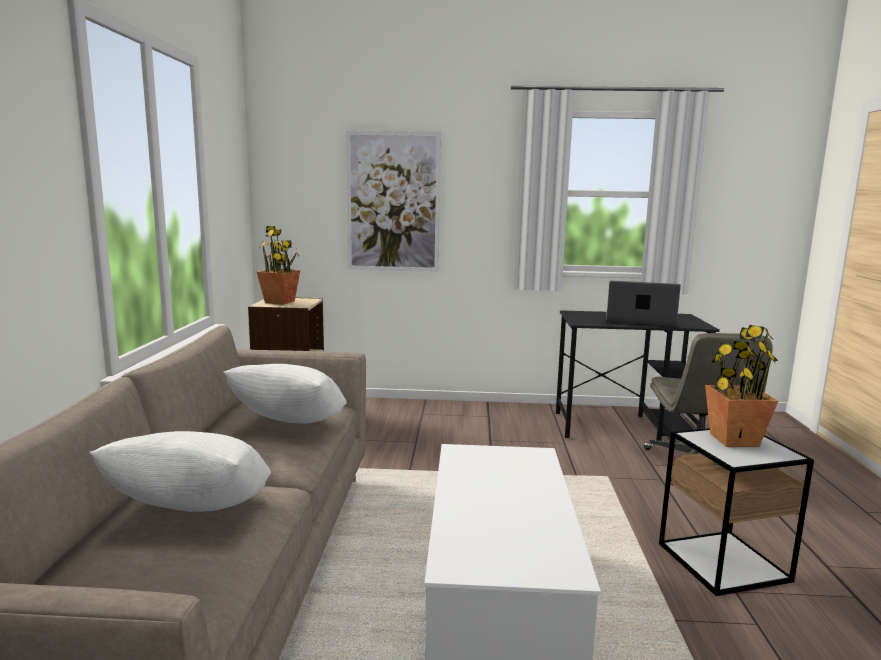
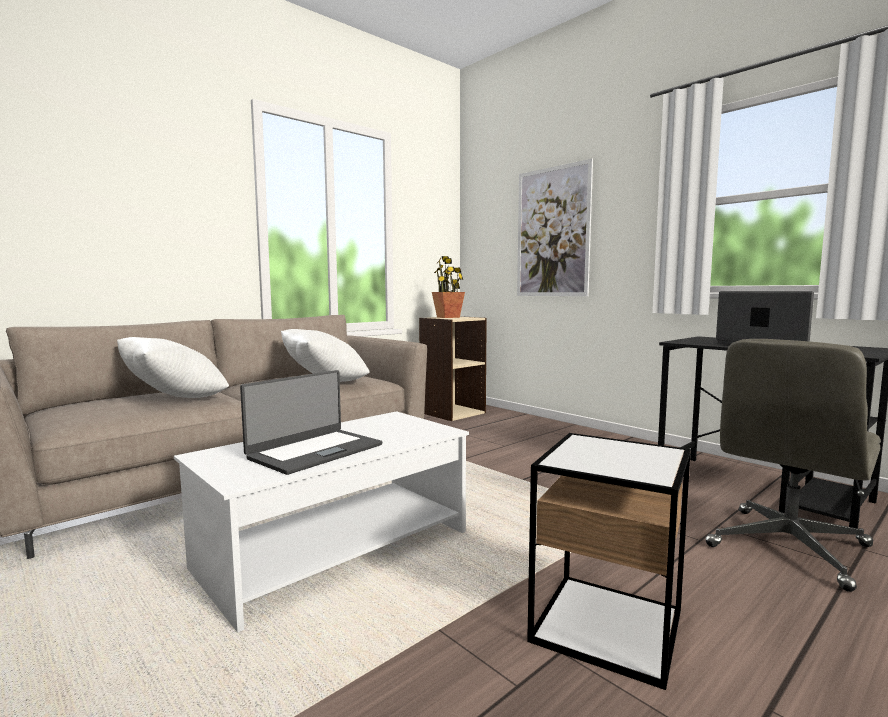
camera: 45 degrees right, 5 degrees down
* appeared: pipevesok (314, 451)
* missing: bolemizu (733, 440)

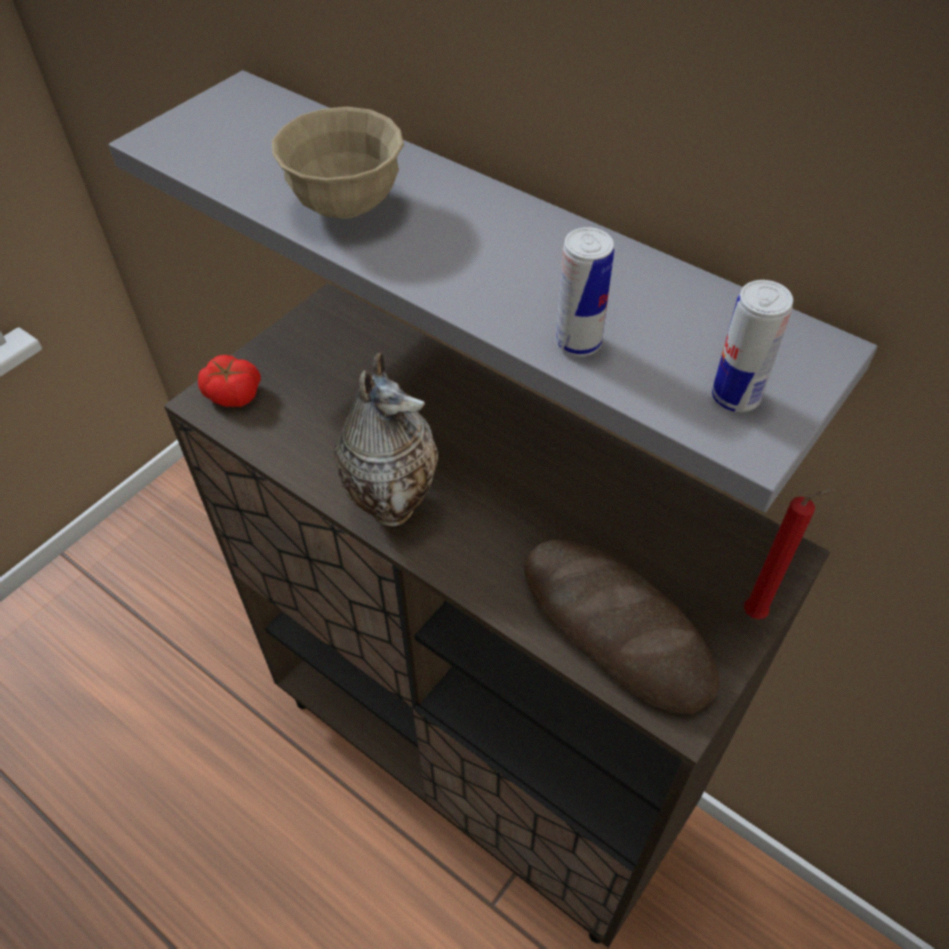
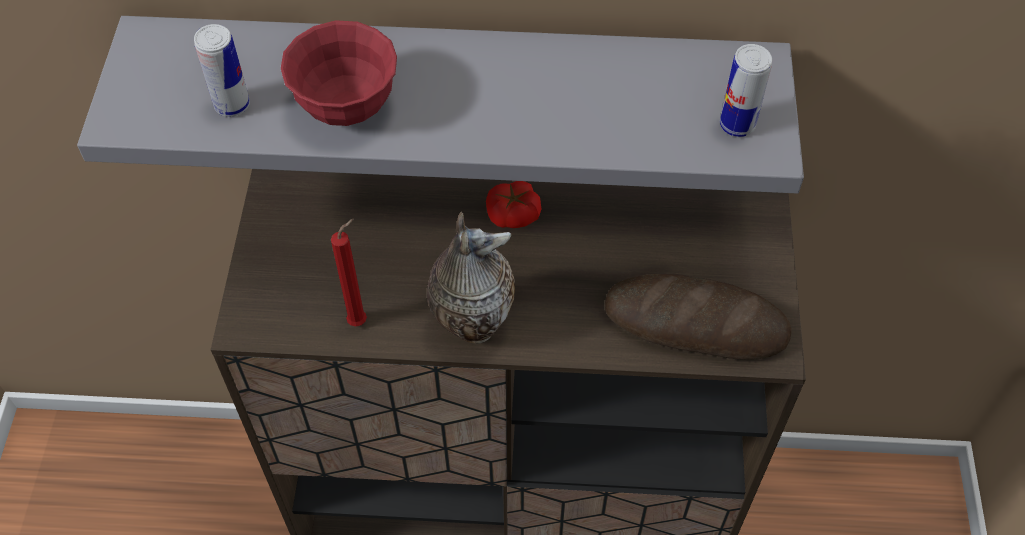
camera: 35 degrees left, 5 degrees up
* relocated: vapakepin (578, 343) to (232, 105)
* colour: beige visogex (346, 206) to red visogex (346, 106)
* relocated: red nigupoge (758, 614) to (360, 320)
* relocated: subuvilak (232, 393) to (513, 214)

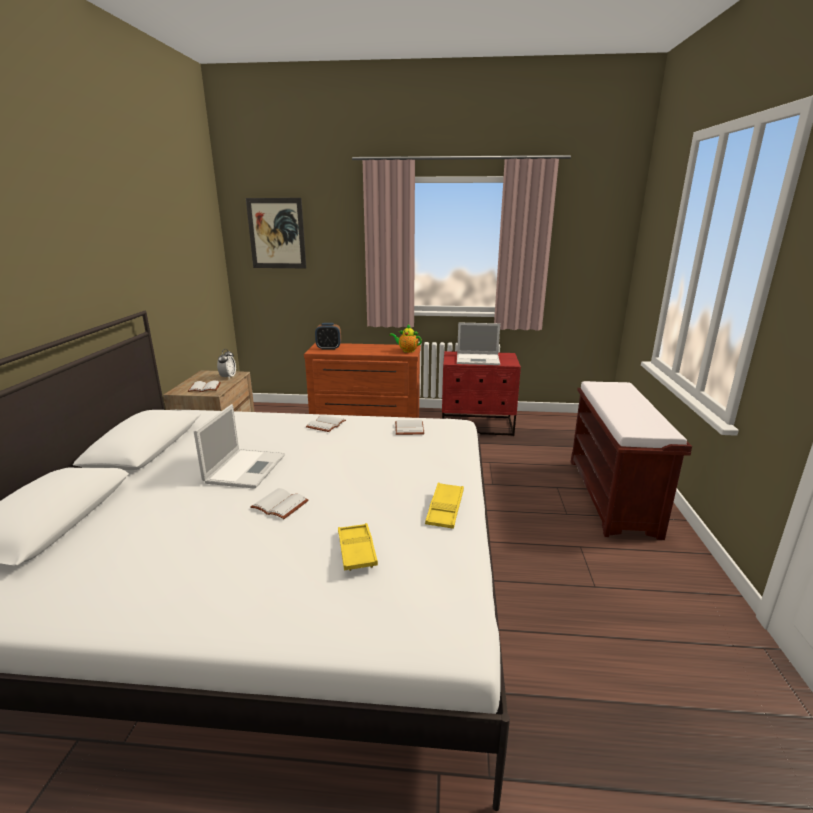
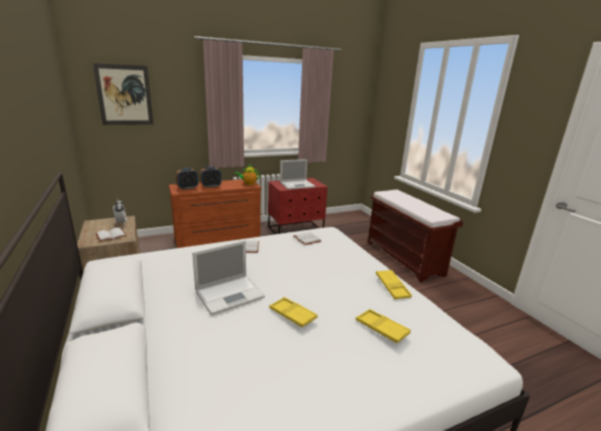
camera: 30 degrees left, 0 degrees up
* spun: pipevesok (246, 468) = (230, 294) 75 degrees clockwise
* appeared: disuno (211, 186)
* exchanged: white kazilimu (278, 505) to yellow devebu (292, 315)

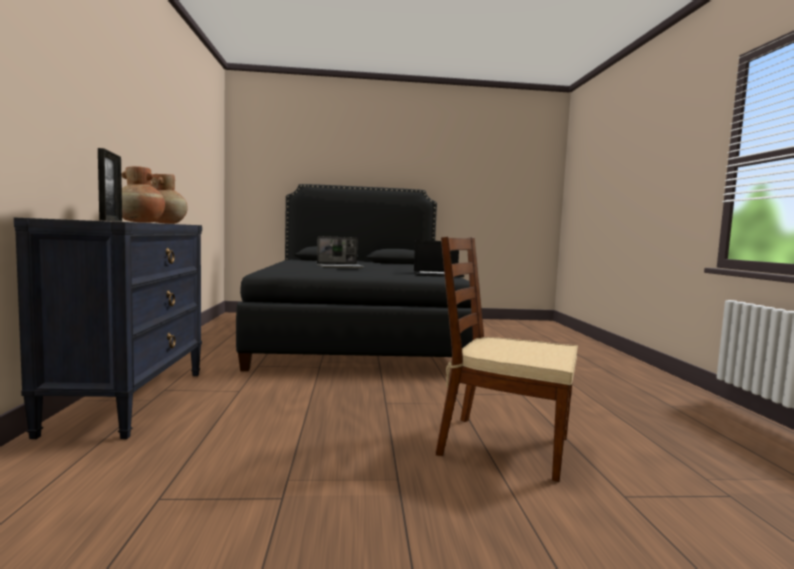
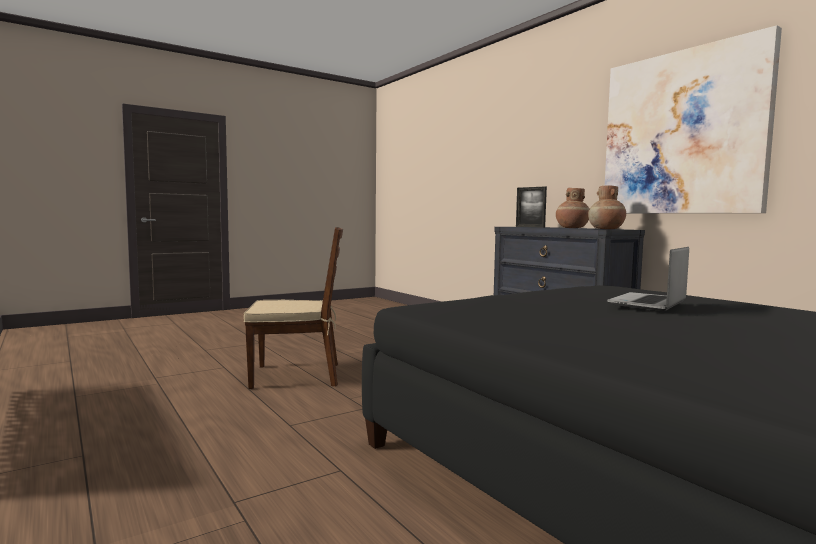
camera: 150 degrees right, 0 degrees up
* appeared: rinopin (682, 133)
* missing: pipevesok (438, 274)

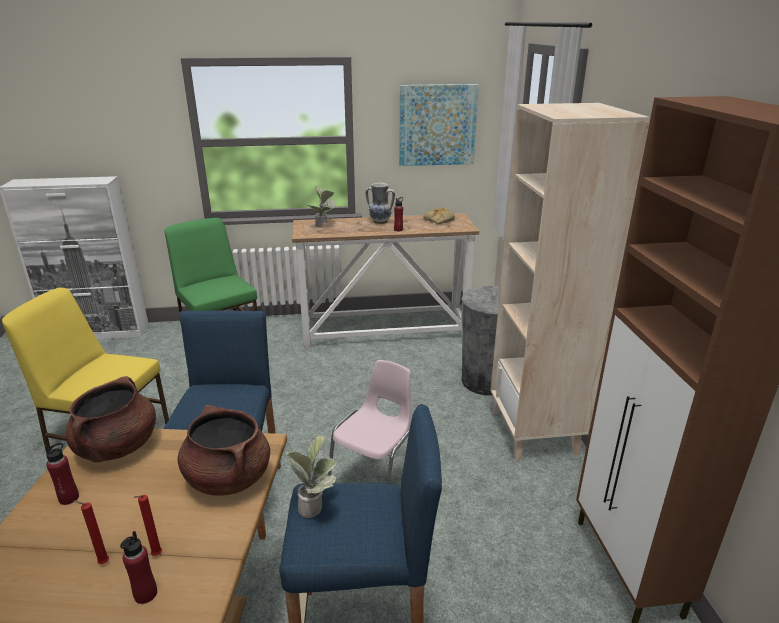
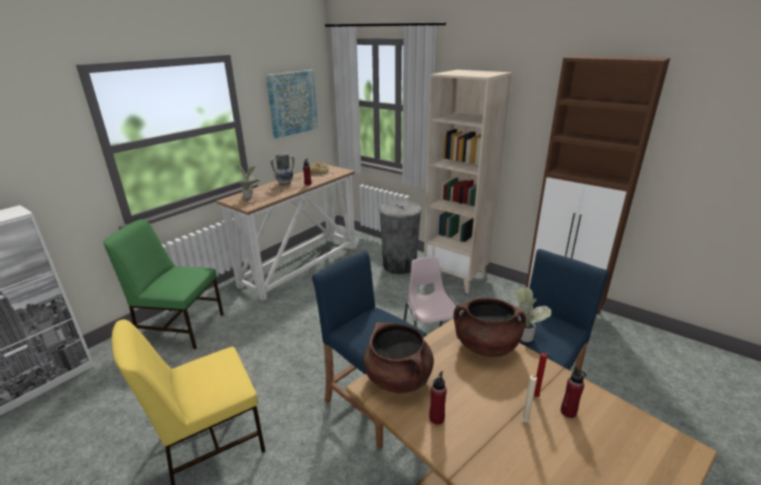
camera: 45 degrees left, 0 degrees up
* colour: red nigupoge (102, 563) to beige nigupoge (524, 422)

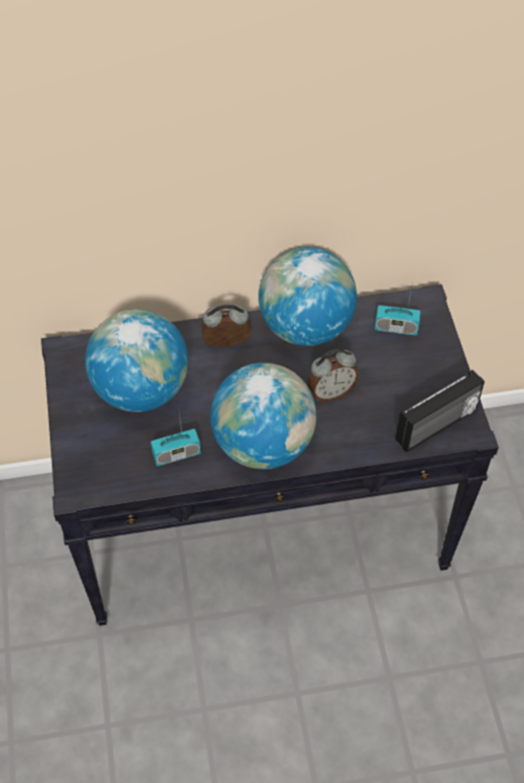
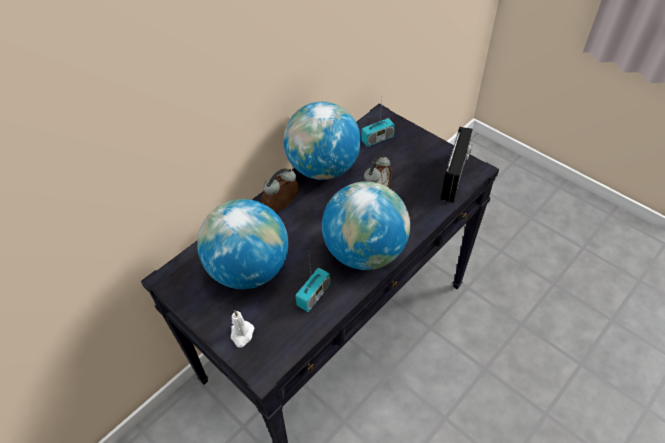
camera: 35 degrees left, 5 degrees down
* appeared: white nigupoge (242, 334)

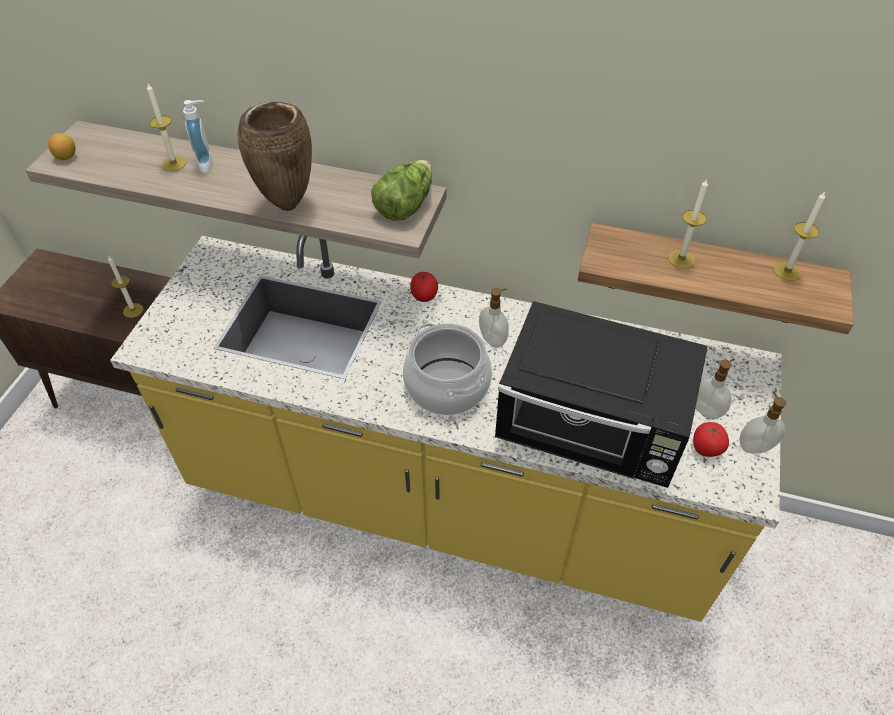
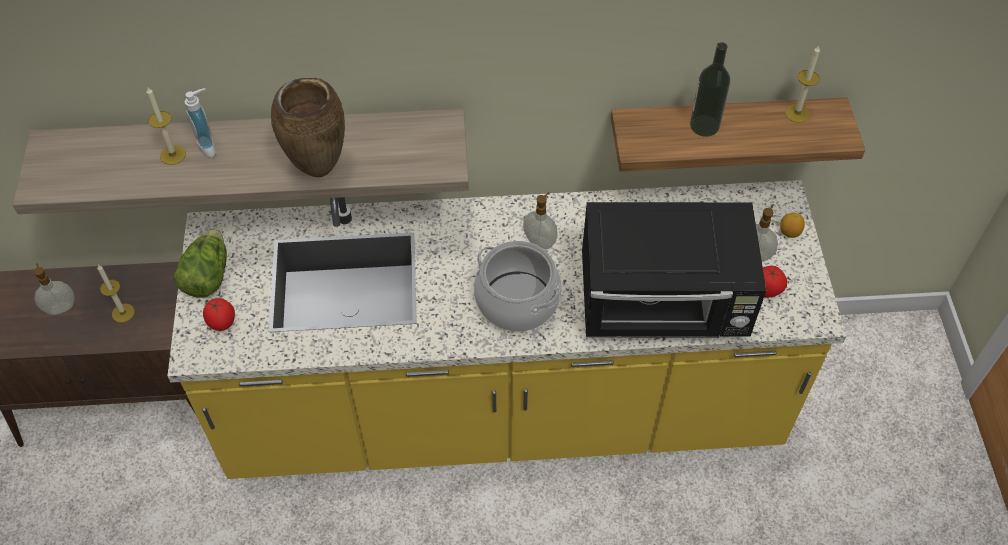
camera: 20 degrees left, 5 degrees up
* relocated: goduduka (754, 446) to (61, 307)
* relocated: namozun (405, 205) to (207, 275)
* relocated: subuvilak (424, 297) to (222, 323)
* exchanged: nigupoge (681, 259) to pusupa (704, 125)
* relocated: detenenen (66, 157) to (789, 232)

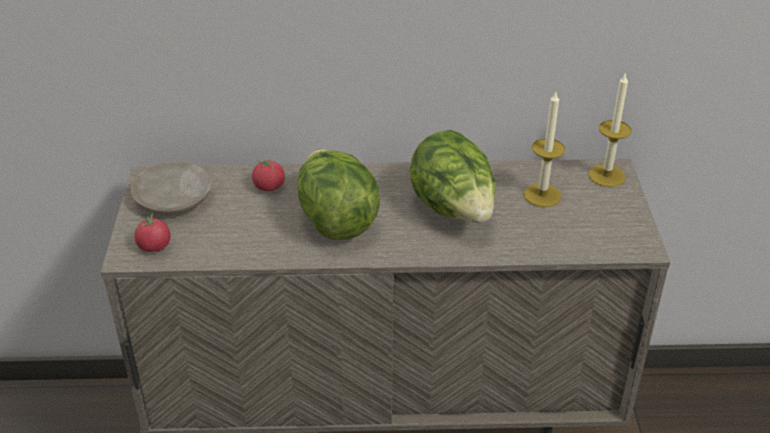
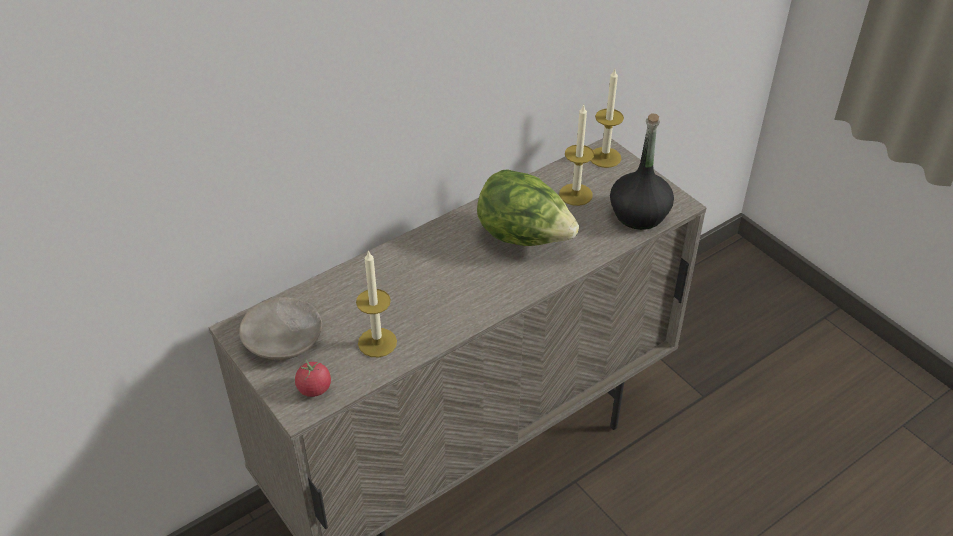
camera: 35 degrees left, 5 degrees up
* appeared: nigupoge (377, 342)
* appeared: black pusupa (639, 215)
* missing: subuvilak (269, 187)
* missing: namozun (336, 220)

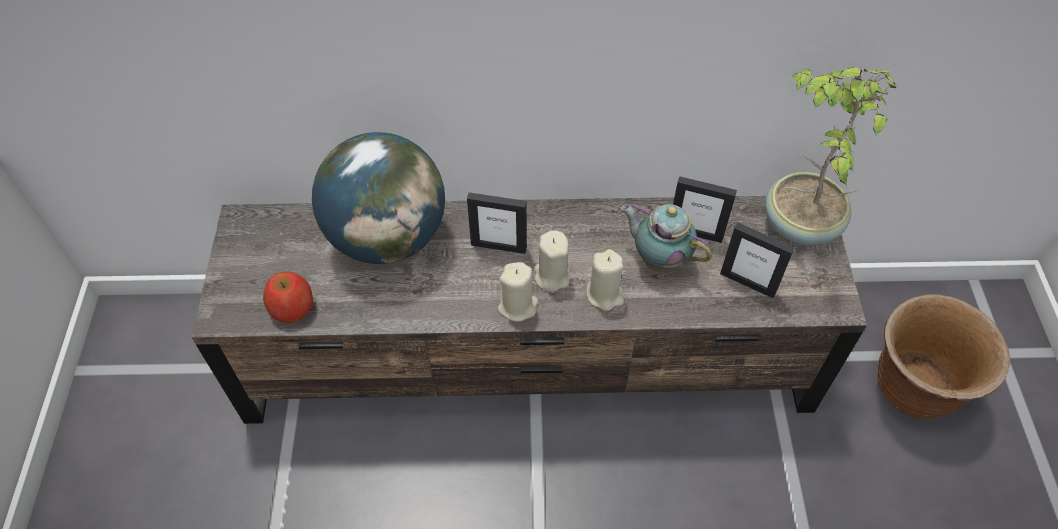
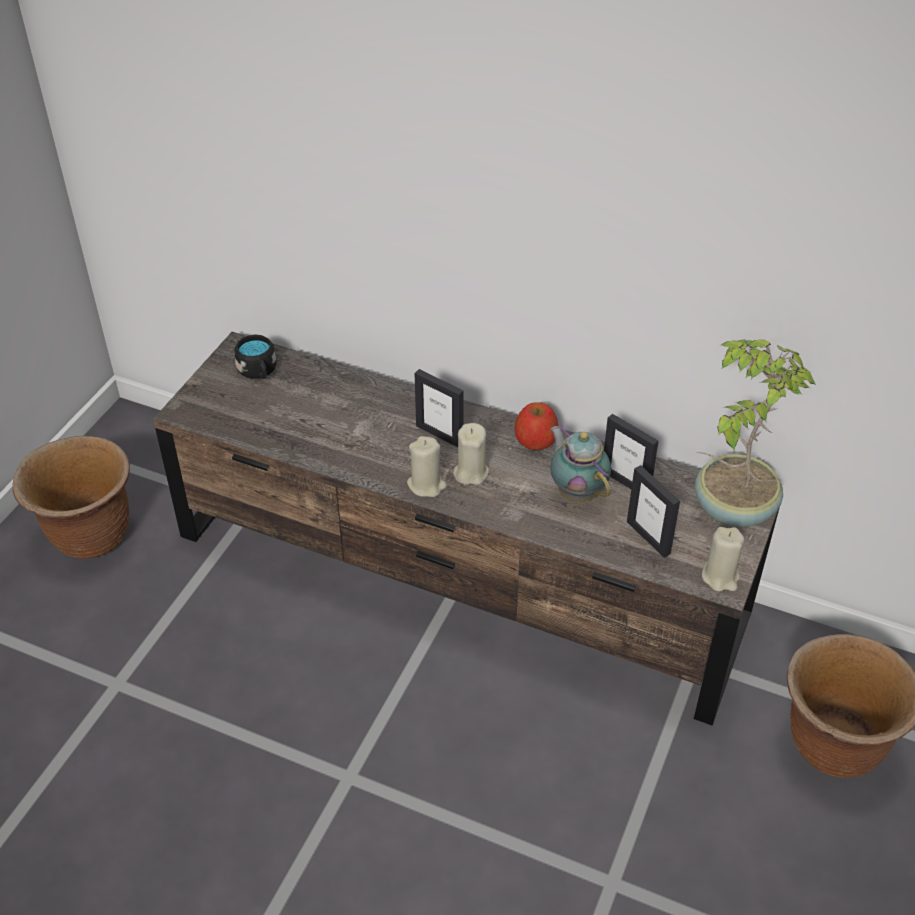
camera: 25 degrees right, 10 degrees down
* appeared: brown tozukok (90, 536)
* appeared: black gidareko (258, 372)
* relocated: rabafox (292, 307) to (536, 439)
* relocated: beige nigupoge (604, 294) to (720, 577)
* missing: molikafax (386, 237)

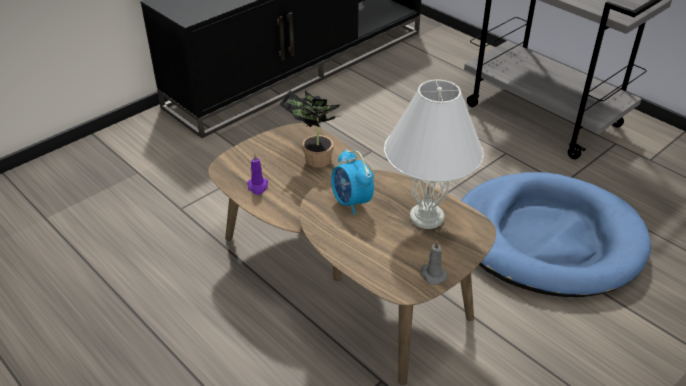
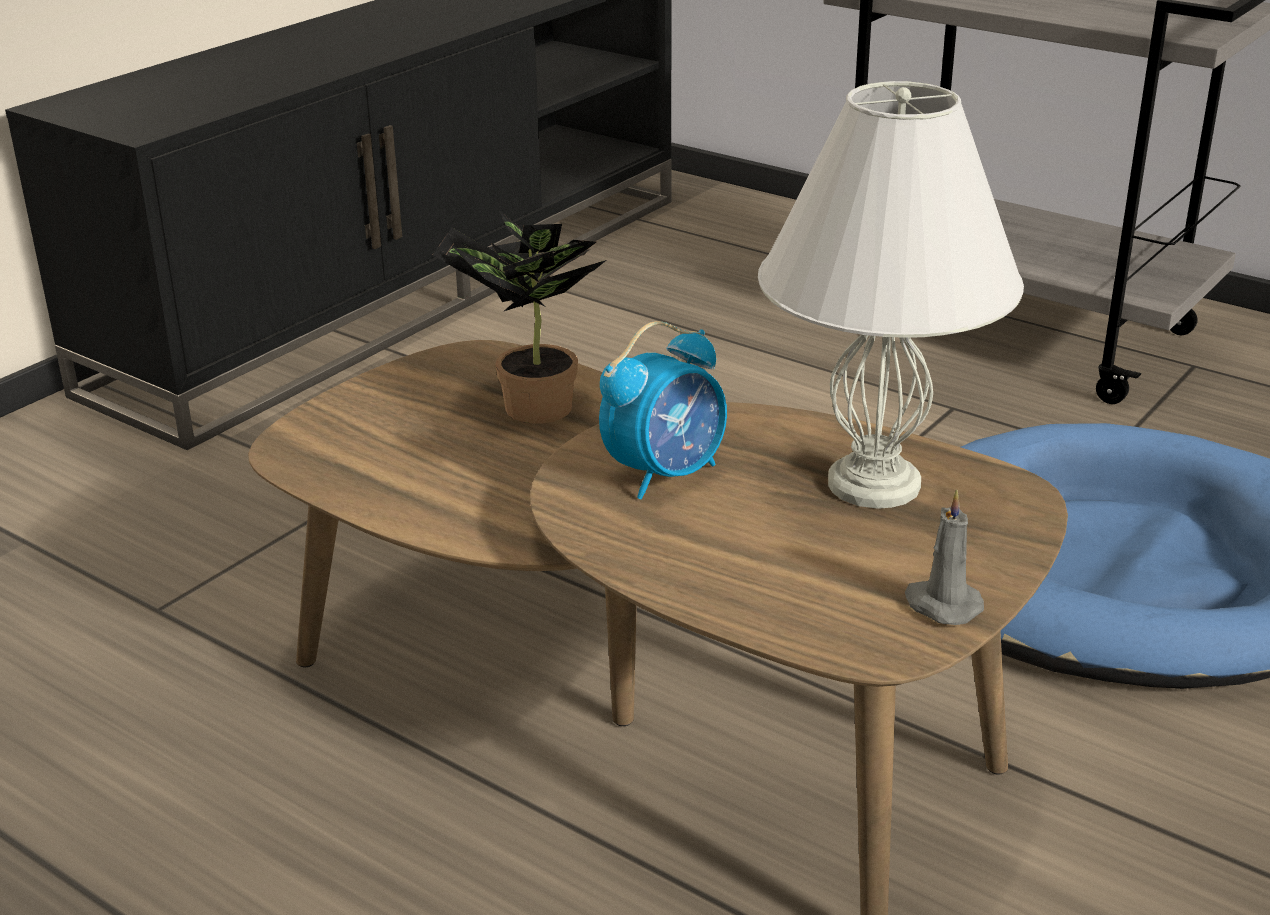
camera: 10 degrees left, 10 degrees down
* spun: disuno (351, 202) = (666, 473) 90 degrees counterclockwise
* missing: purple nigupoge (258, 186)

